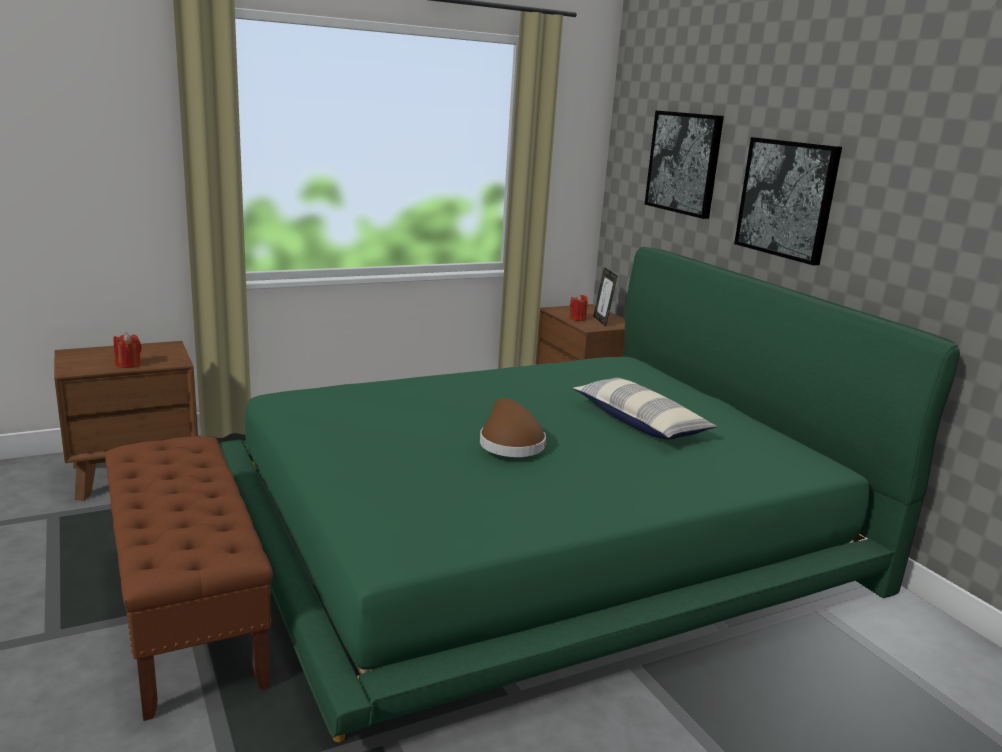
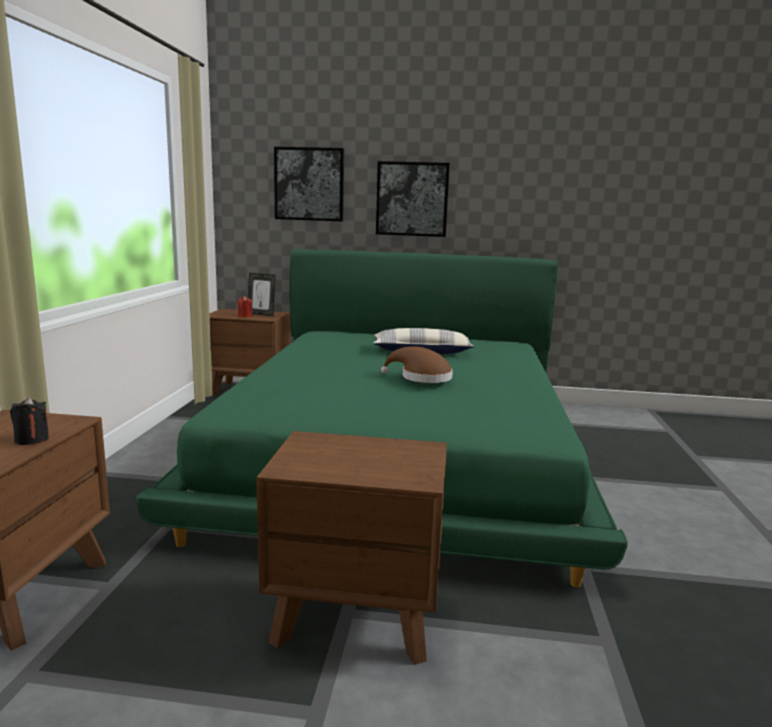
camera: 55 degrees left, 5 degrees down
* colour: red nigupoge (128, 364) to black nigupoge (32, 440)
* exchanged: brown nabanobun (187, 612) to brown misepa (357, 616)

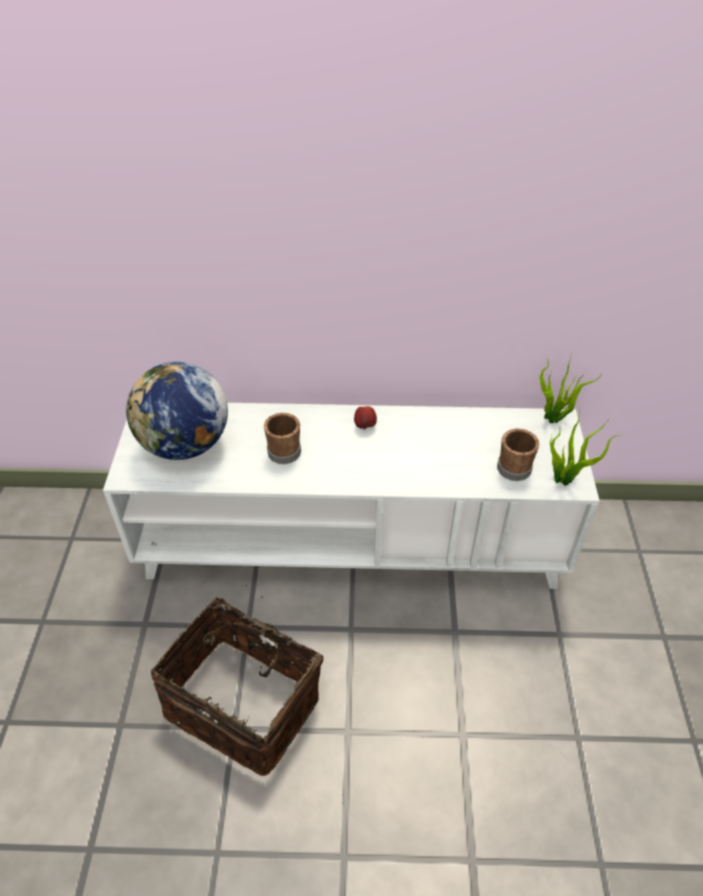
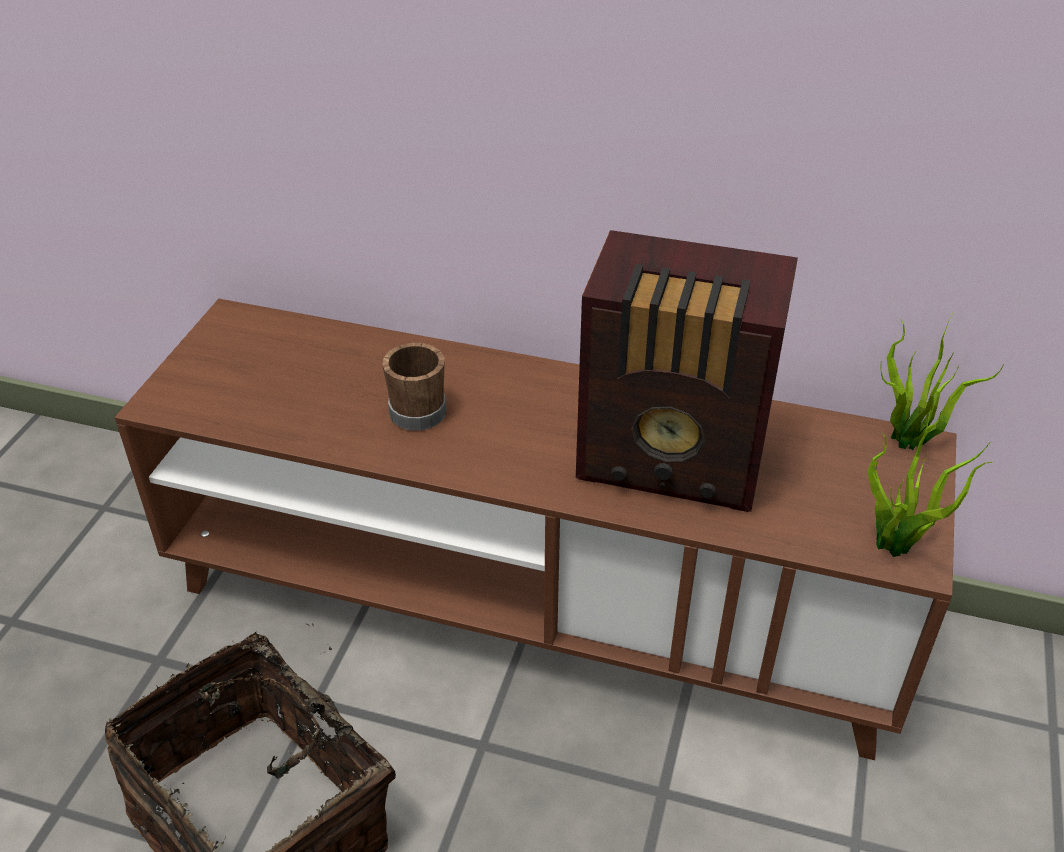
camera: 15 degrees right, 5 degrees down
* colour: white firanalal (351, 542) to brown firanalal (532, 604)
* appeared: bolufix (675, 463)
* missing: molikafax (185, 445)
* missing: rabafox (365, 426)
* missing: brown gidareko (514, 465)

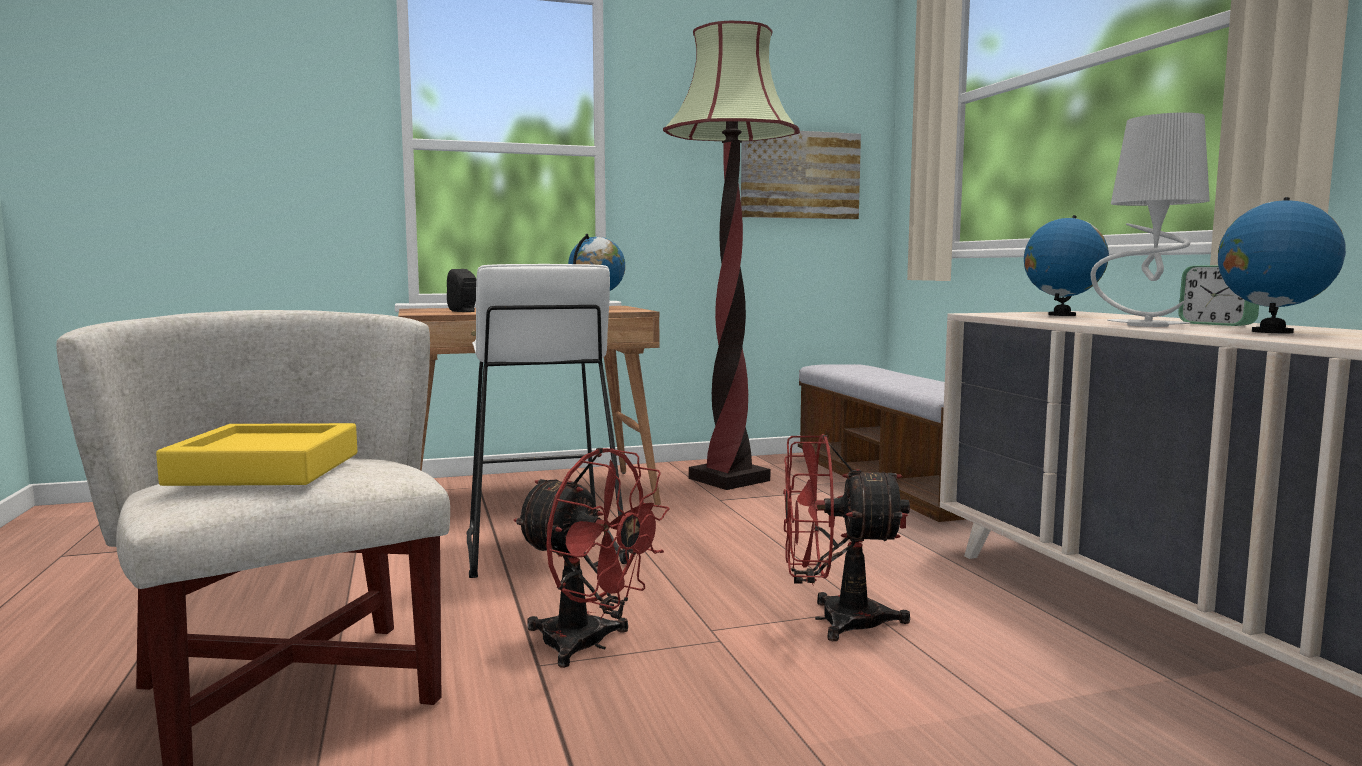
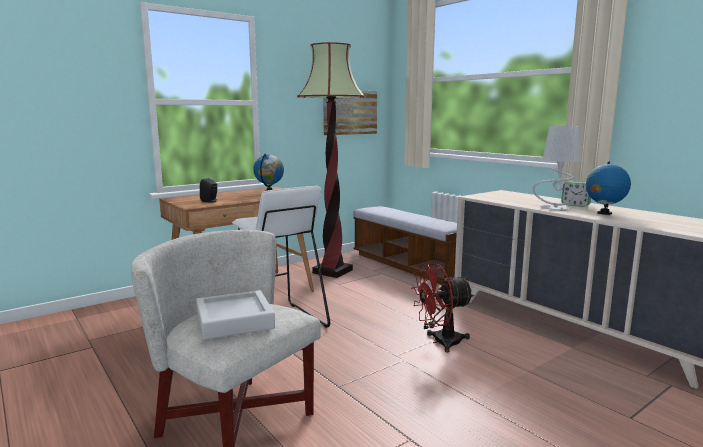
camera: 20 degrees left, 5 degrees up
* colour: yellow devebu (266, 469) to grey devebu (234, 320)
* missing: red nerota (588, 645)
* missing: molikafax (1061, 315)

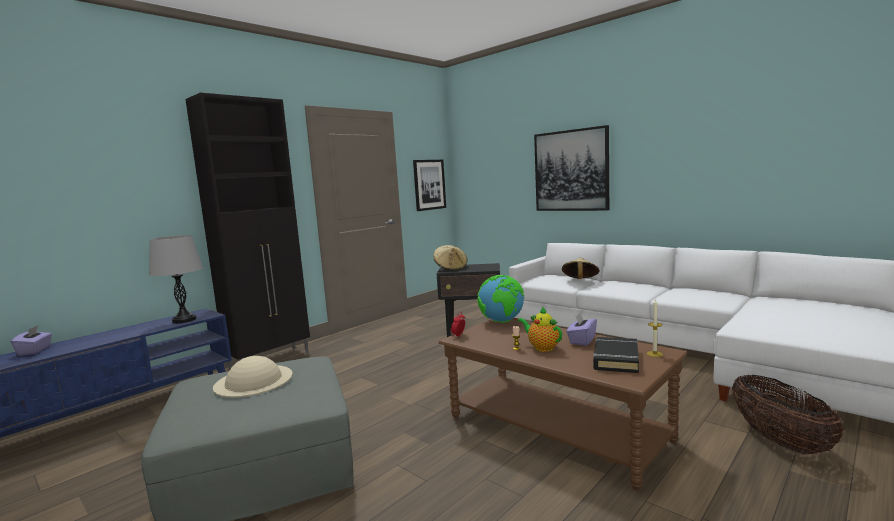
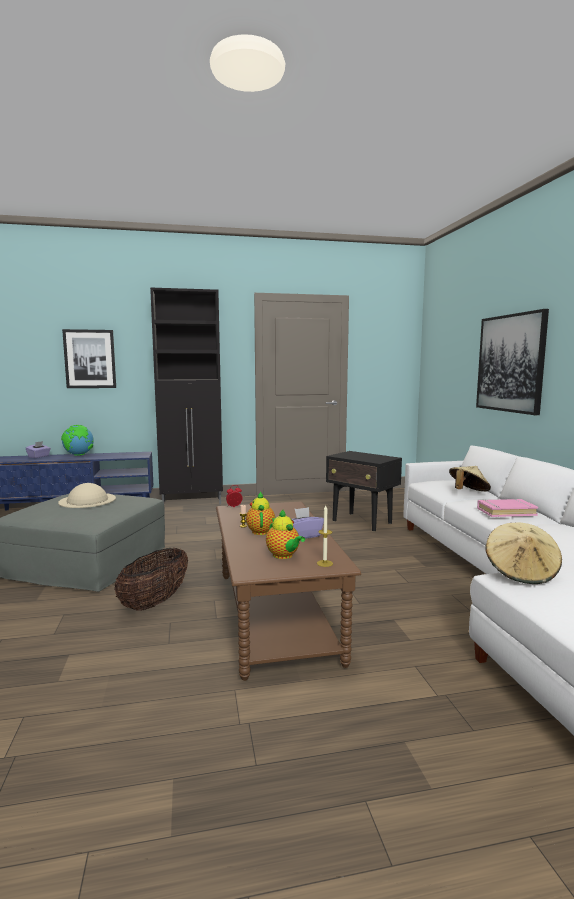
camera: 35 degrees right, 0 degrees up
* relocated: molikafax (502, 321) to (78, 455)
* relocated: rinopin (429, 184) to (90, 359)
* relocated: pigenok (780, 441) to (155, 602)
* exchanged: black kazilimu (615, 359) to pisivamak (284, 556)
* appeared: pink kazilimu (506, 512)
* relocated: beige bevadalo (451, 268) to (521, 572)
* missing: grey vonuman (184, 320)

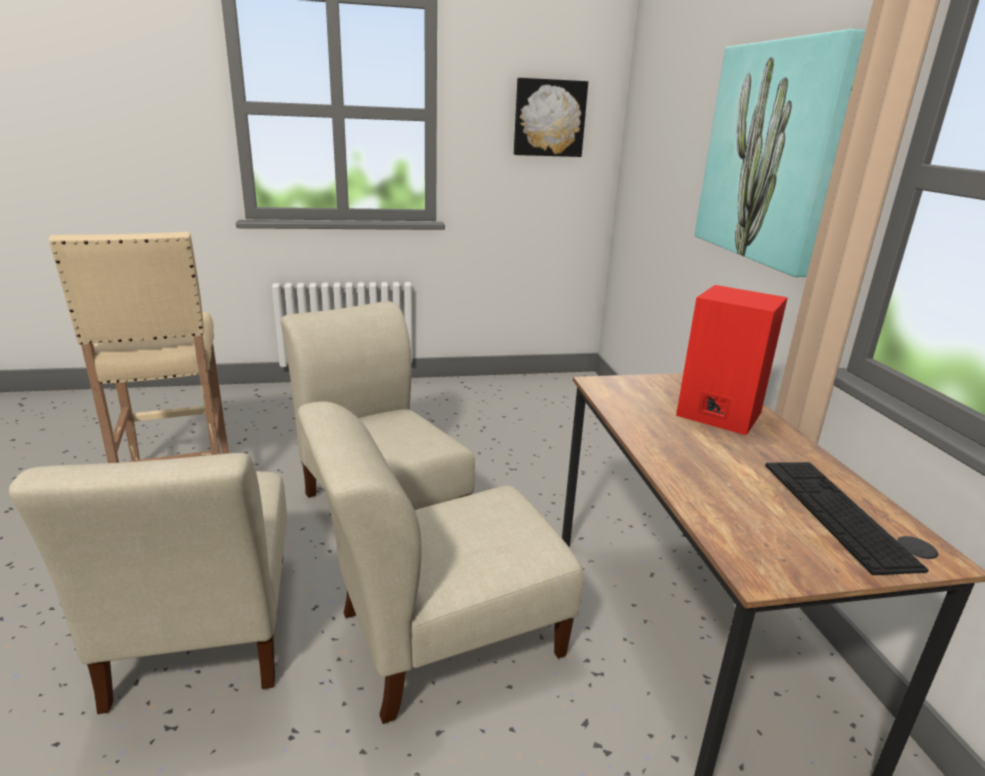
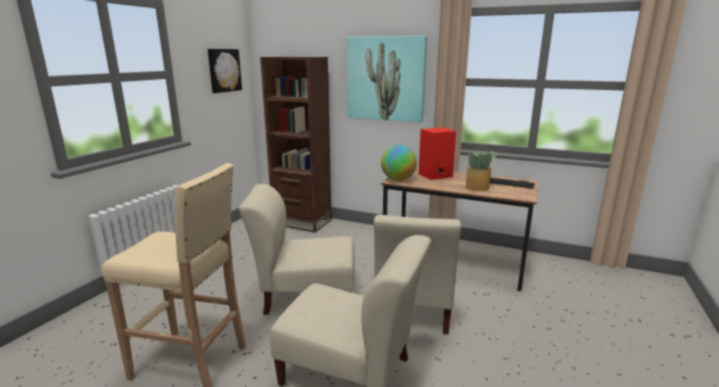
camera: 55 degrees left, 5 degrees down
* appeared: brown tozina (302, 222)
* appeared: molikafax (398, 179)
* appeared: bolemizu (477, 187)

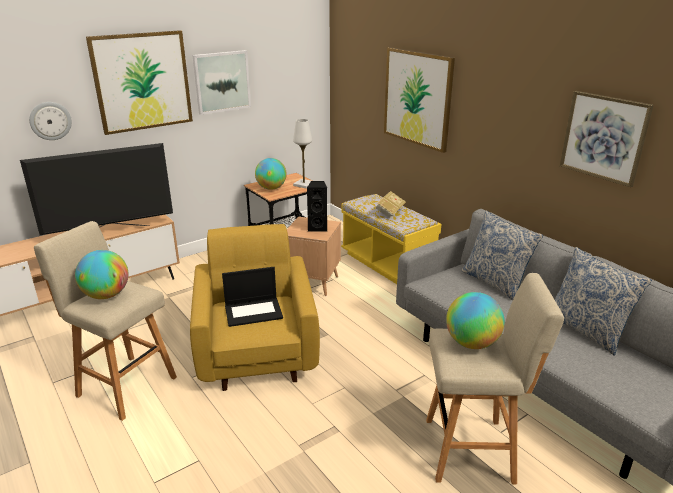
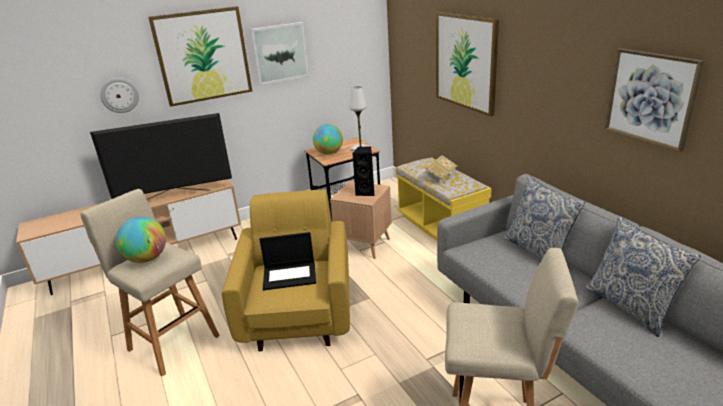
camera: 10 degrees right, 0 degrees up
* missing: molikafax (471, 343)

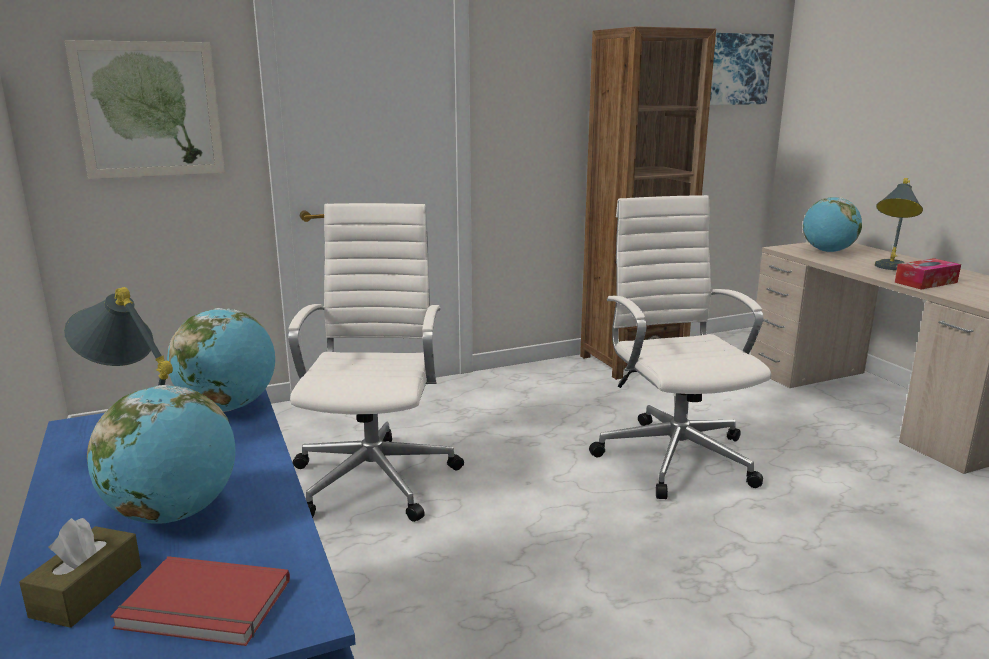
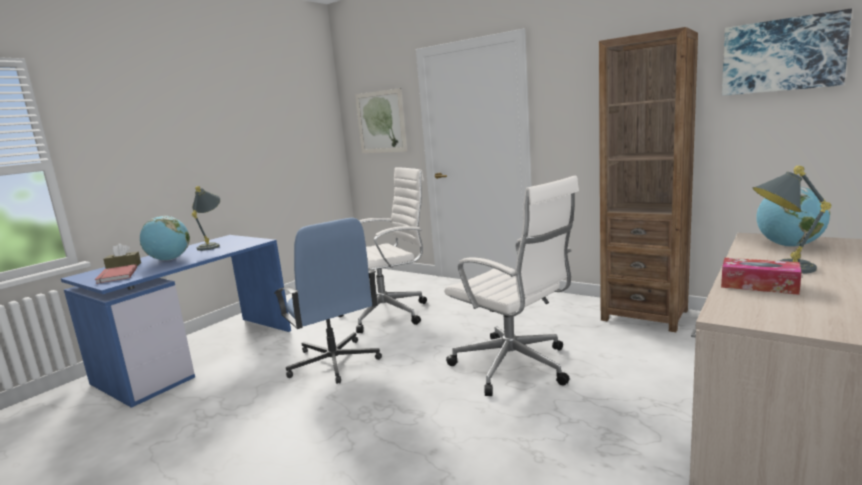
camera: 60 degrees right, 5 degrees down
* appeared: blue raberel (334, 362)
* spun: white raberel (674, 455) = (514, 367) 90 degrees clockwise
* missing: molikafax (228, 407)

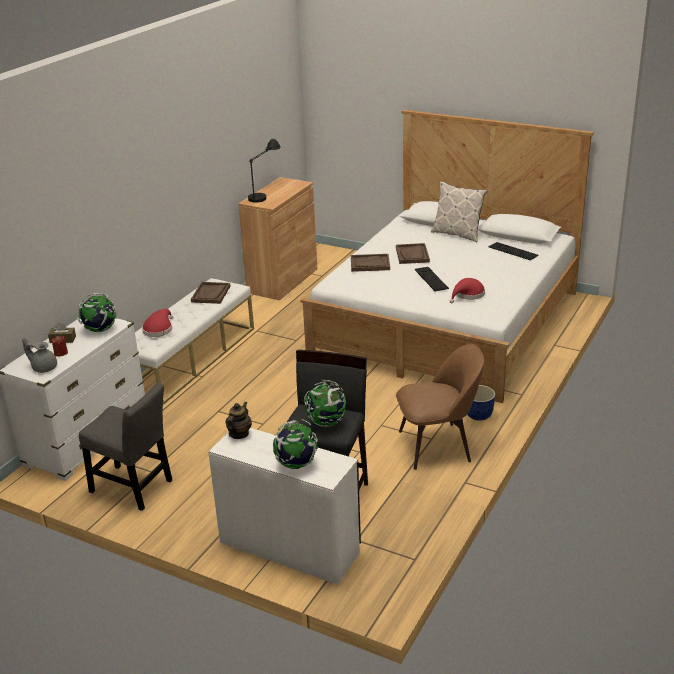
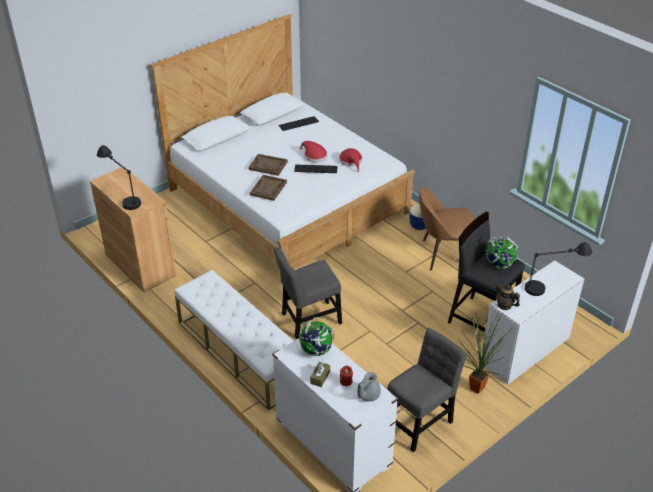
camera: 70 degrees left, 10 degrees up
* appeared: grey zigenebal (308, 320)
* relocated: red bevadalo (159, 329) to (314, 156)
* spun: brown zigenebal (438, 445) = (443, 254) 105 degrees counterclockwise
* appeared: bolemizu (475, 387)
* exchanged: molikafax (296, 464) to black vonuman (551, 287)
* missing: brown devebu (211, 294)
* missing: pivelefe (457, 234)

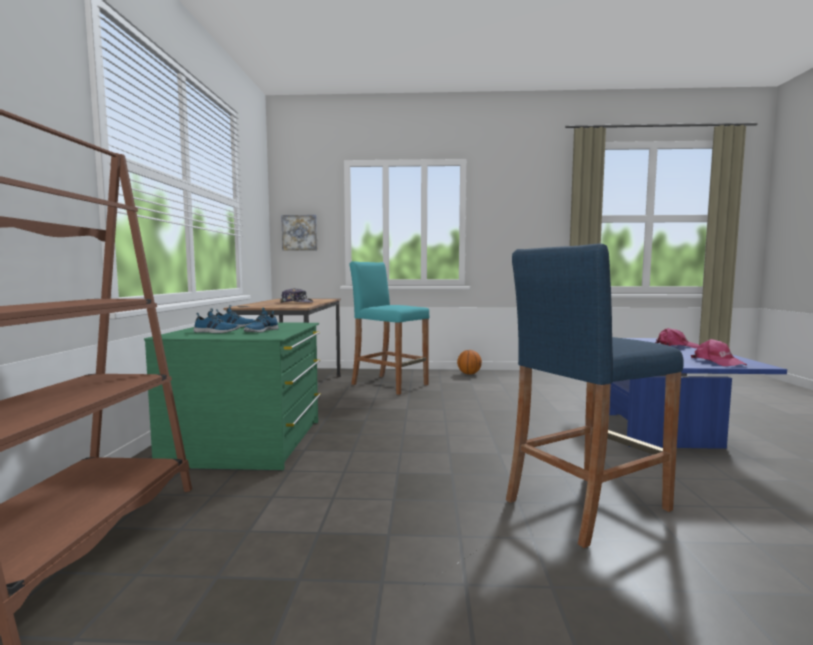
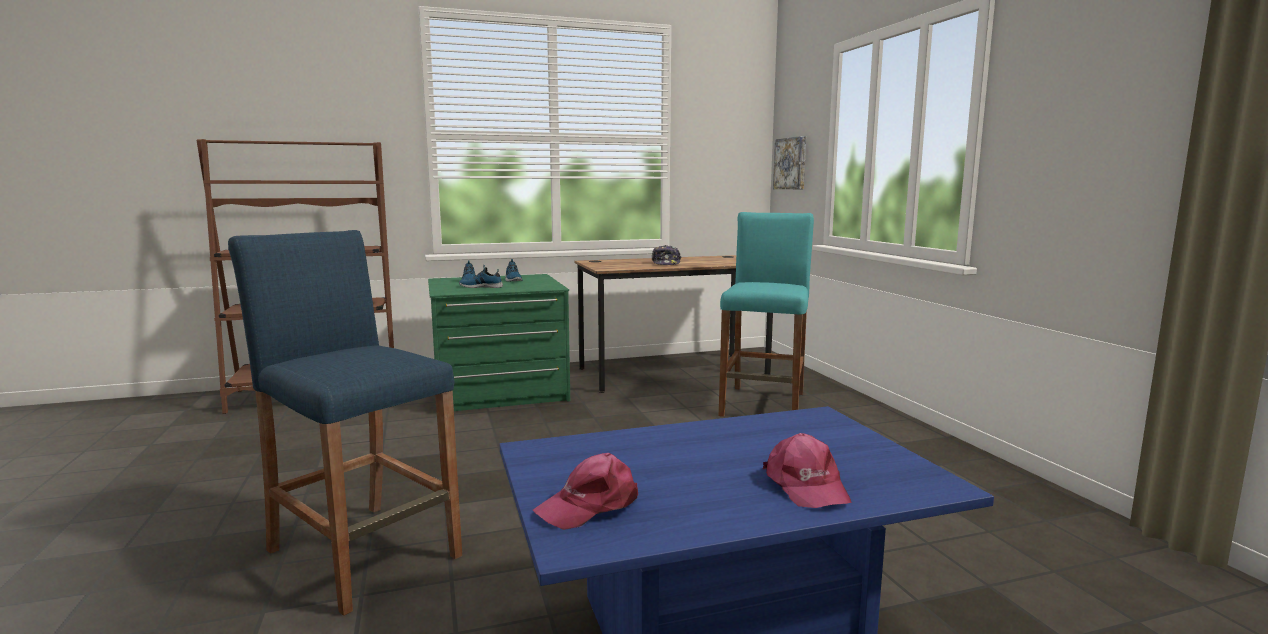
camera: 70 degrees right, 5 degrees up
* missing: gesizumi (469, 374)

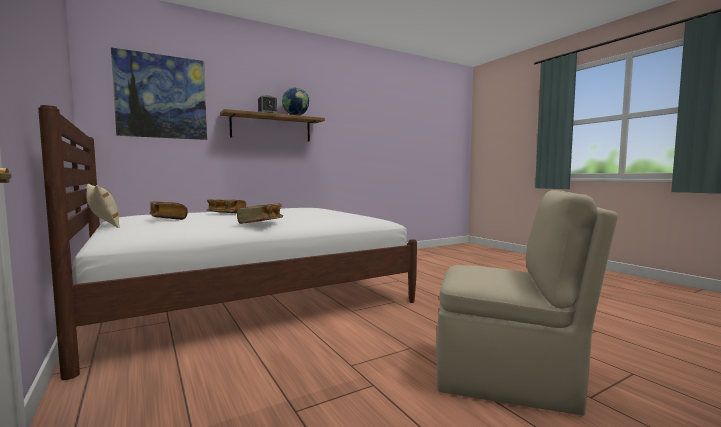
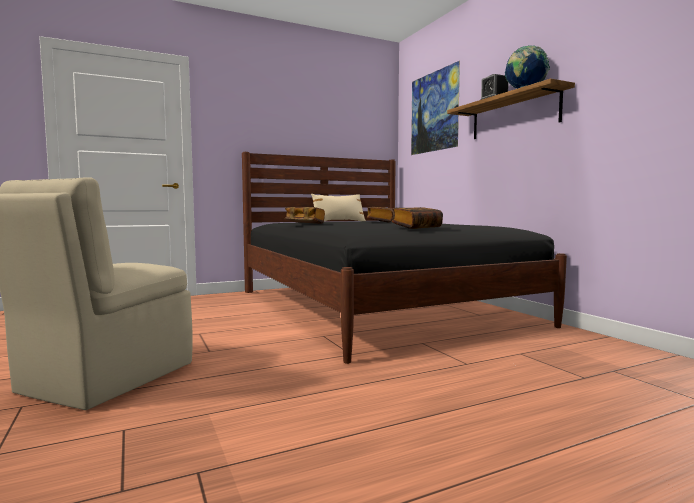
camera: 95 degrees right, 0 degrees up
* colour: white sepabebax (249, 297) to black sepabebax (377, 307)
* relocated: kazilimu (168, 219) to (416, 228)

